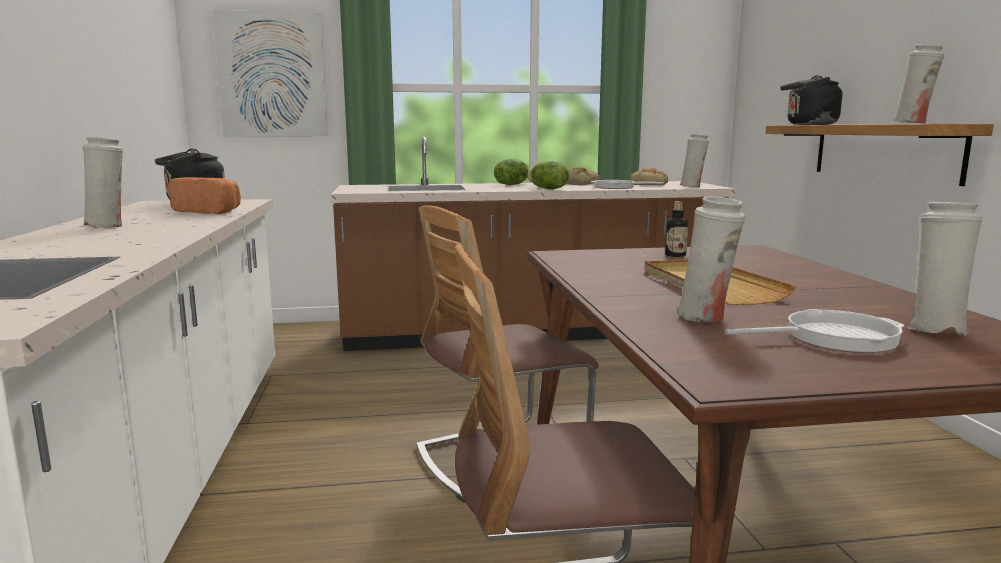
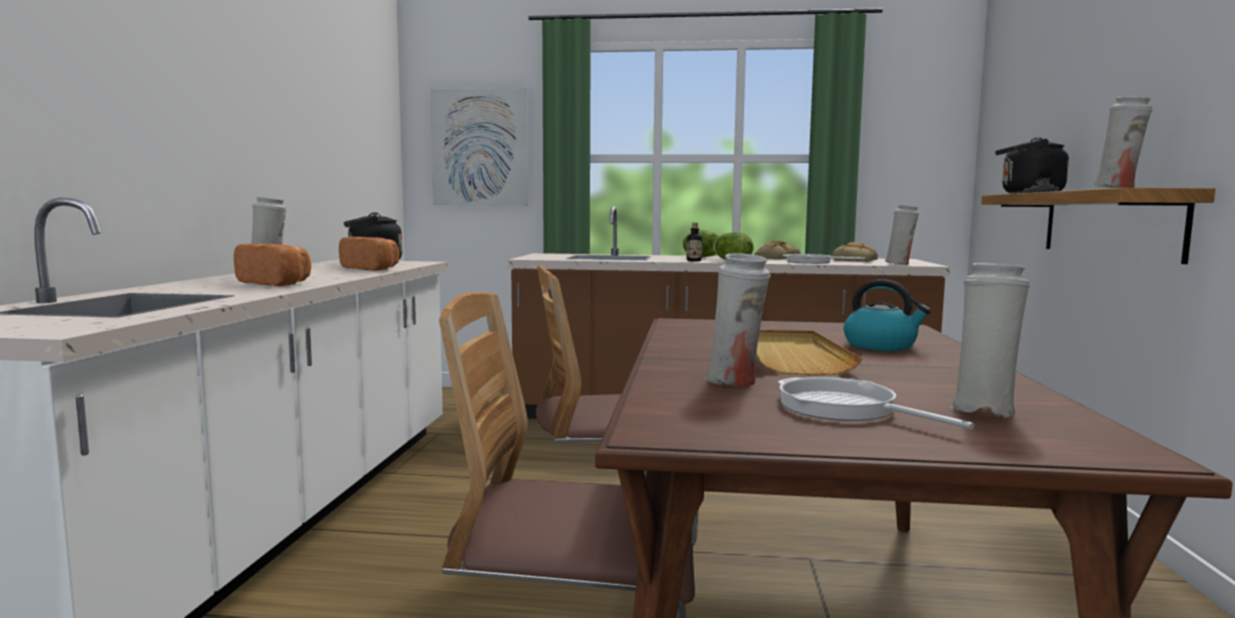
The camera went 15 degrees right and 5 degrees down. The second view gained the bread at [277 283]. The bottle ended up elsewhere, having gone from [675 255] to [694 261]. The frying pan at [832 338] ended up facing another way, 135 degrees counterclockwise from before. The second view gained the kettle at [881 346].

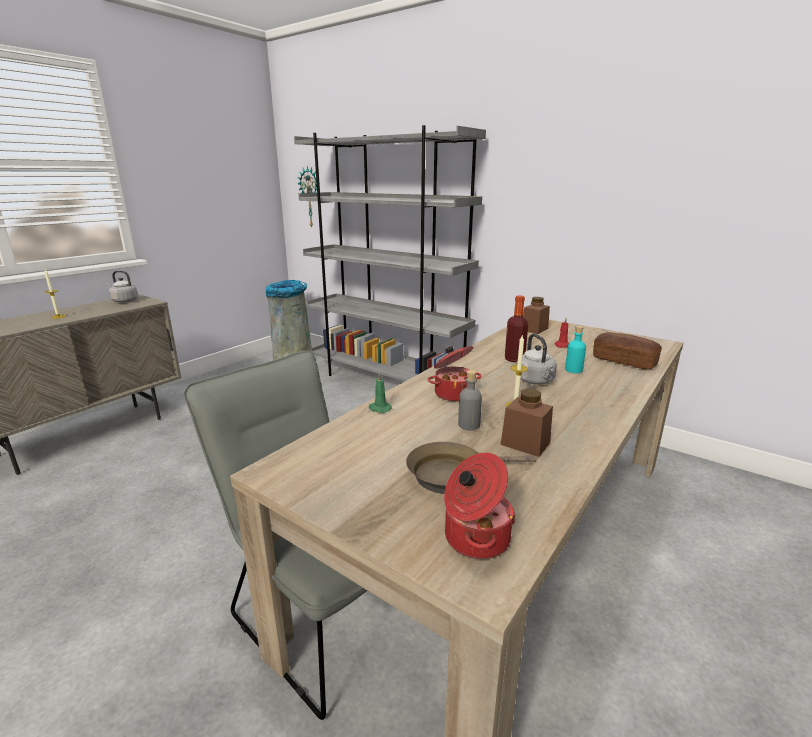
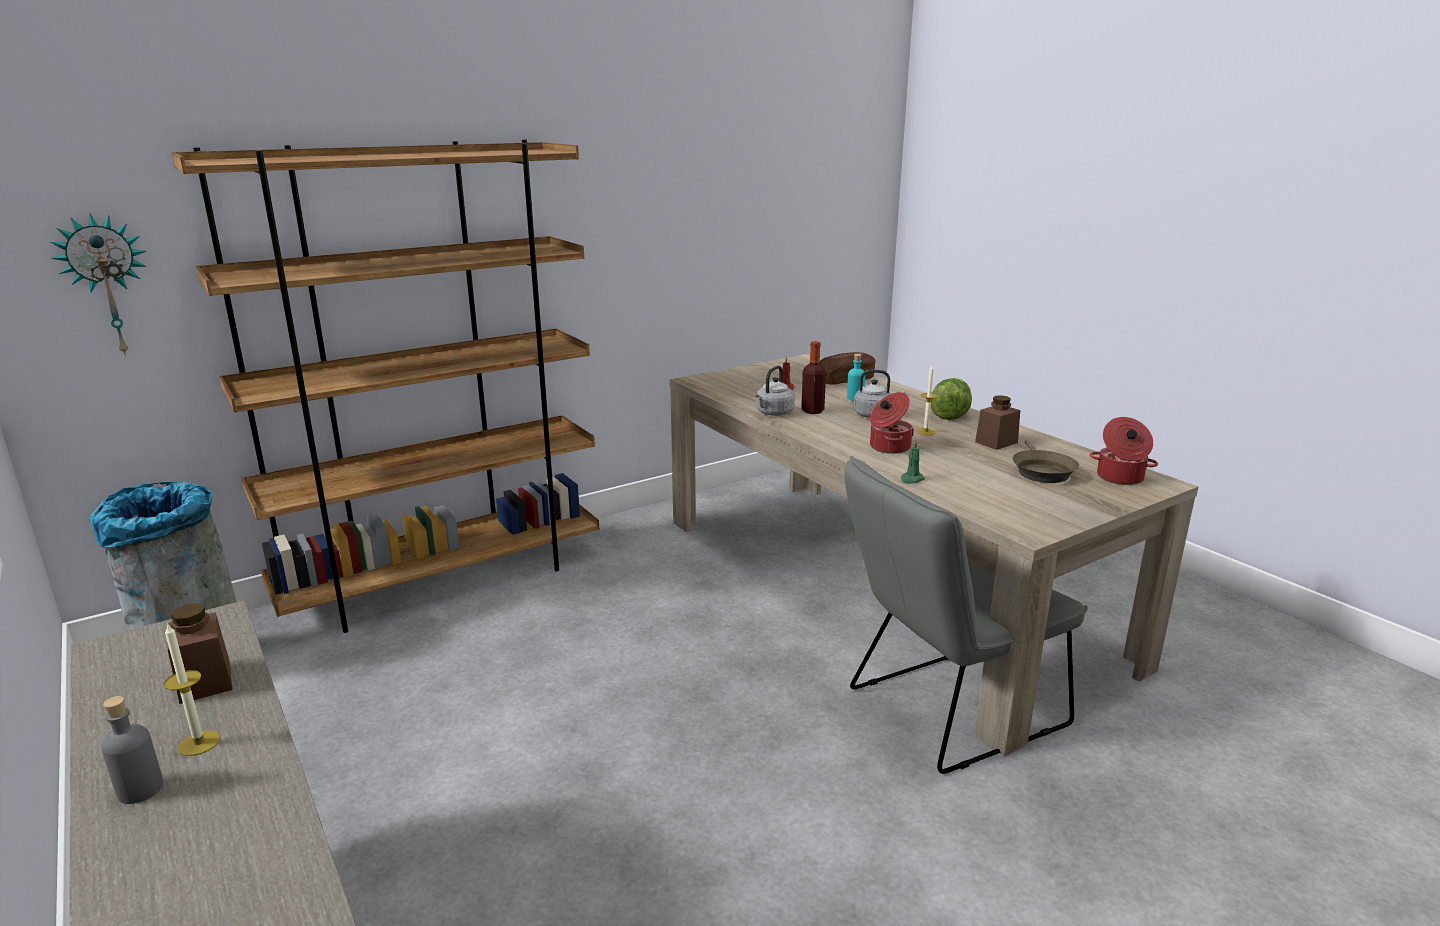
The camera went 70 degrees left and 0 degrees up. The grey bottle ended up elsewhere, having gone from [469 425] to [140 790]. The brown jar ended up elsewhere, having gone from [534 329] to [205 681]. What was the grey bookcase at [387 381] turned into the brown bookcase at [445 581]. The grey kettle ended up elsewhere, having gone from [124 301] to [773 413]. The second view gained the lettuce at [950 415].

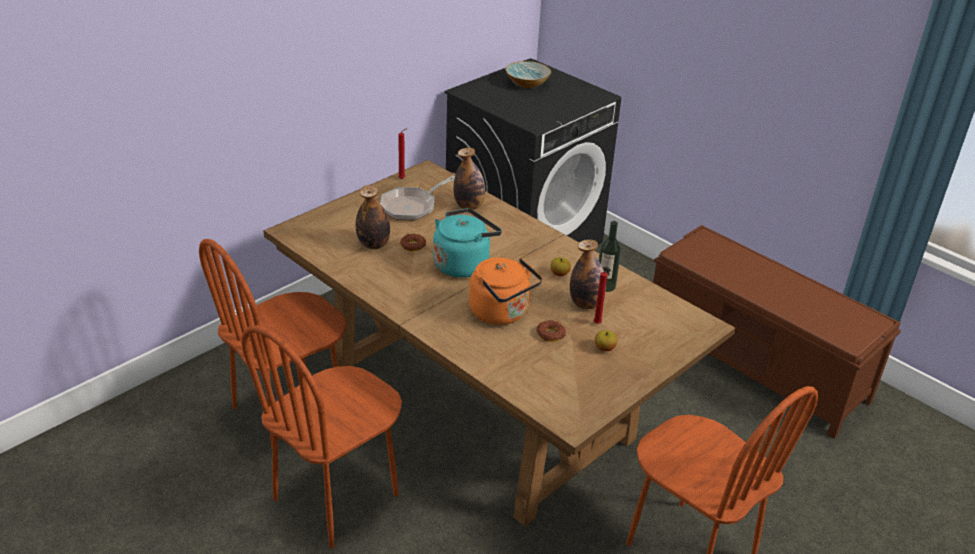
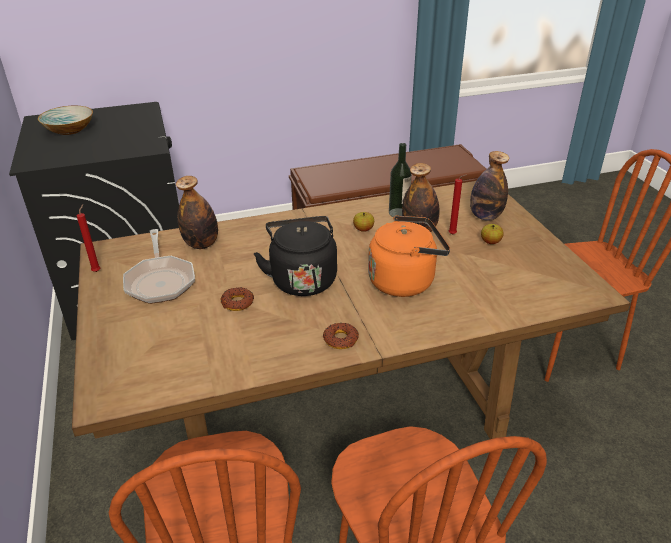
The camera went 60 degrees left and 0 degrees up. What was the turquoise kettle at [463 264] turned into the black kettle at [302 279]. The donut ended up elsewhere, having gone from [550 334] to [341 339]. The bottle ended up elsewhere, having gone from [373 244] to [485 216].

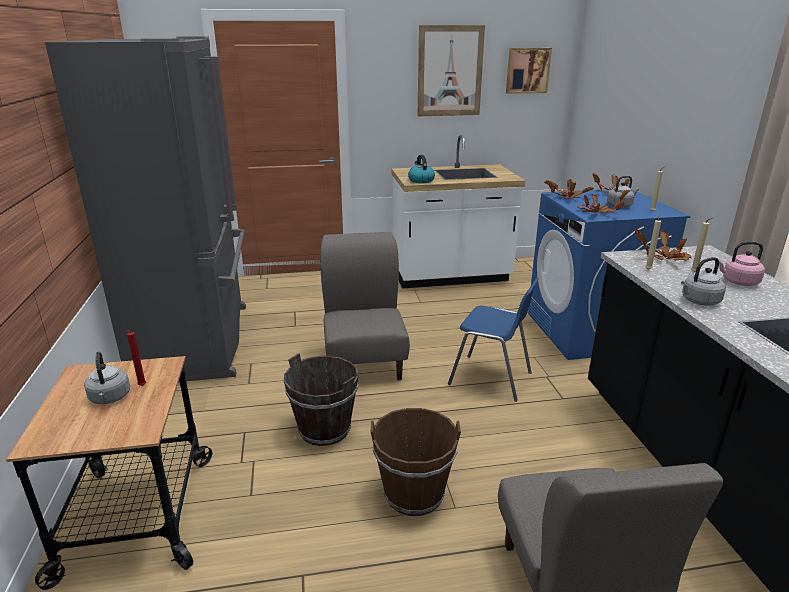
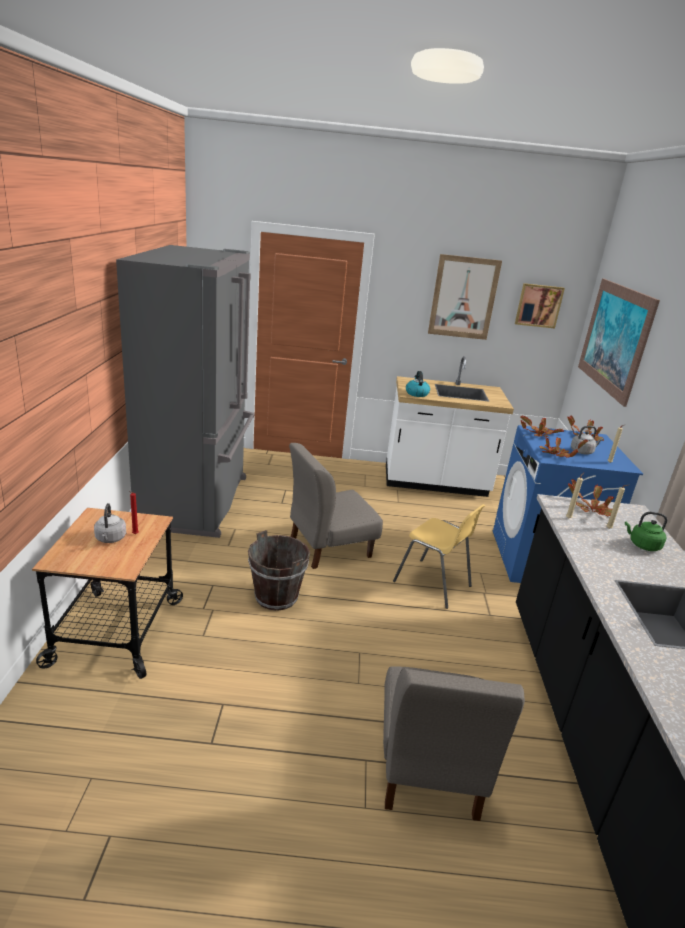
The camera went 10 degrees right and 0 degrees up. The grey chair at [365 362] ended up facing another way, 120 degrees counterclockwise from before. What was the blue chair at [491 378] turned into the yellow chair at [433 584]. The second view gained the picture at [614 338]. What was the pink kettle at [738 282] turned into the green kettle at [642 545]. The second view lost the brown bucket at [414 493]. The second view lost the grey kettle at [698 301].

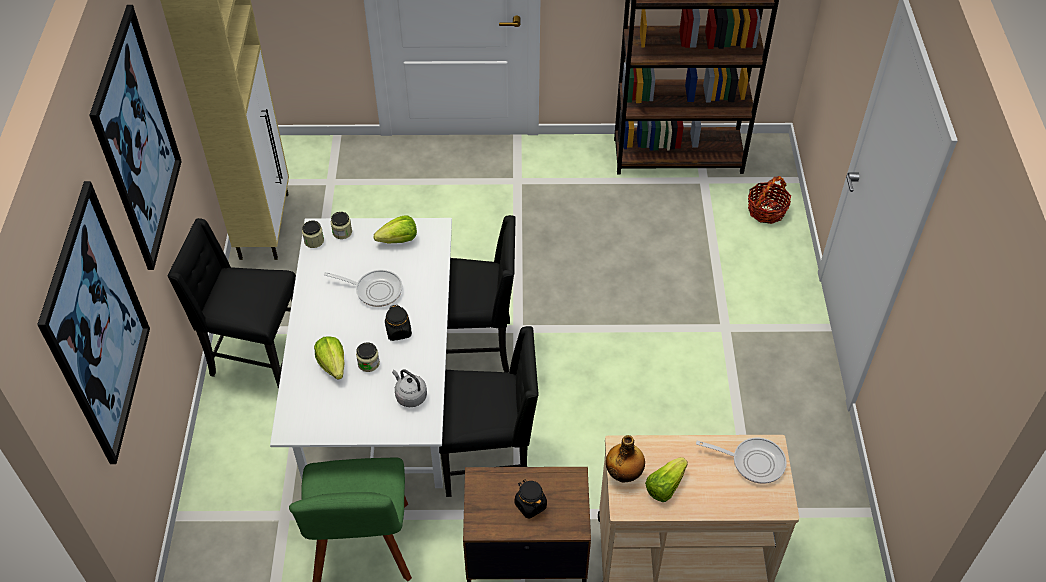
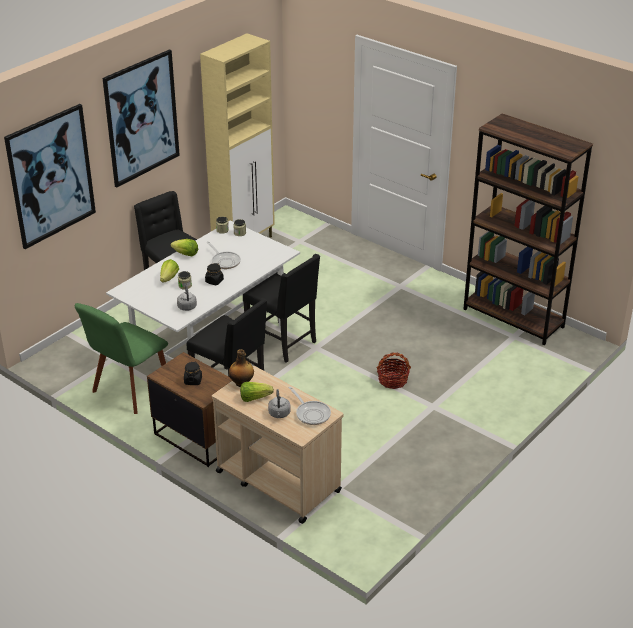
The camera went 40 degrees right and 15 degrees down. The lettuce ended up elsewhere, having gone from [398 240] to [186 254]. The second view gained the grey kettle at [279 414]. The basket ended up elsewhere, having gone from [766 211] to [392 380].

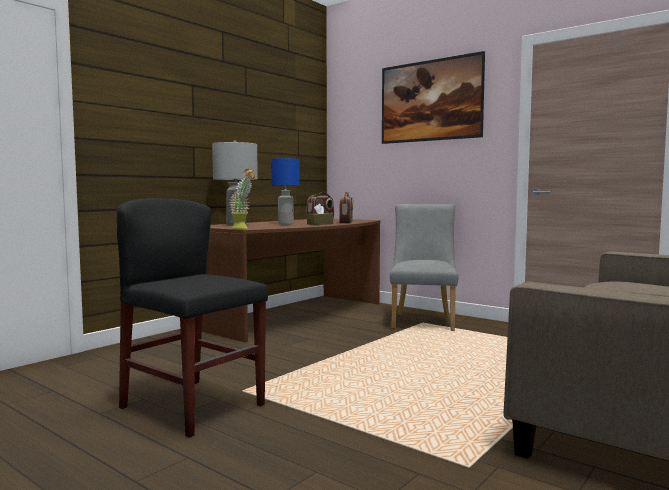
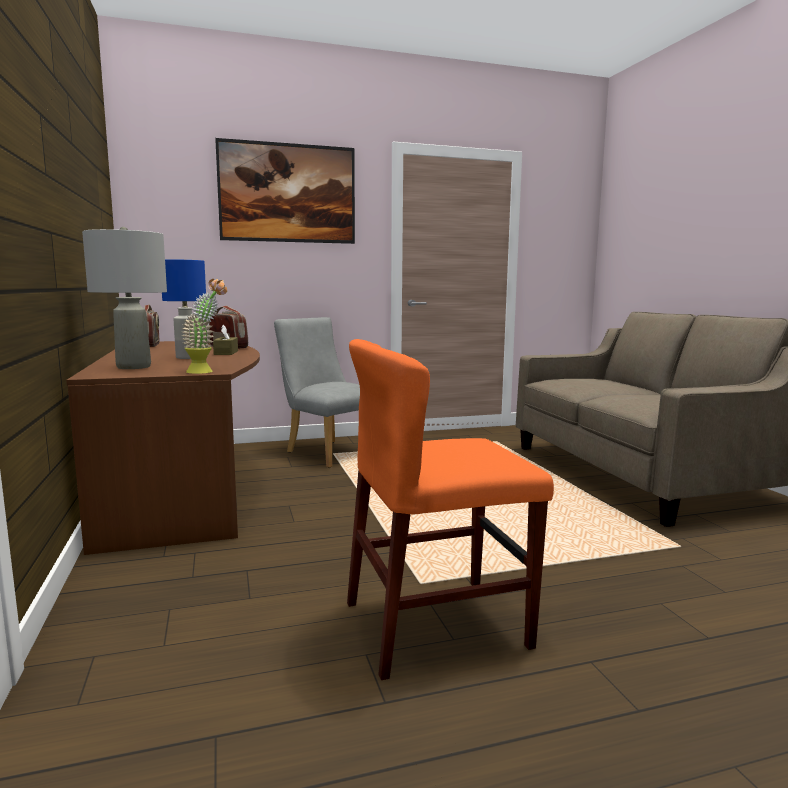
The camera went 55 degrees left and 5 degrees up. What was the black chair at [193 406] turned into the orange chair at [436 624].

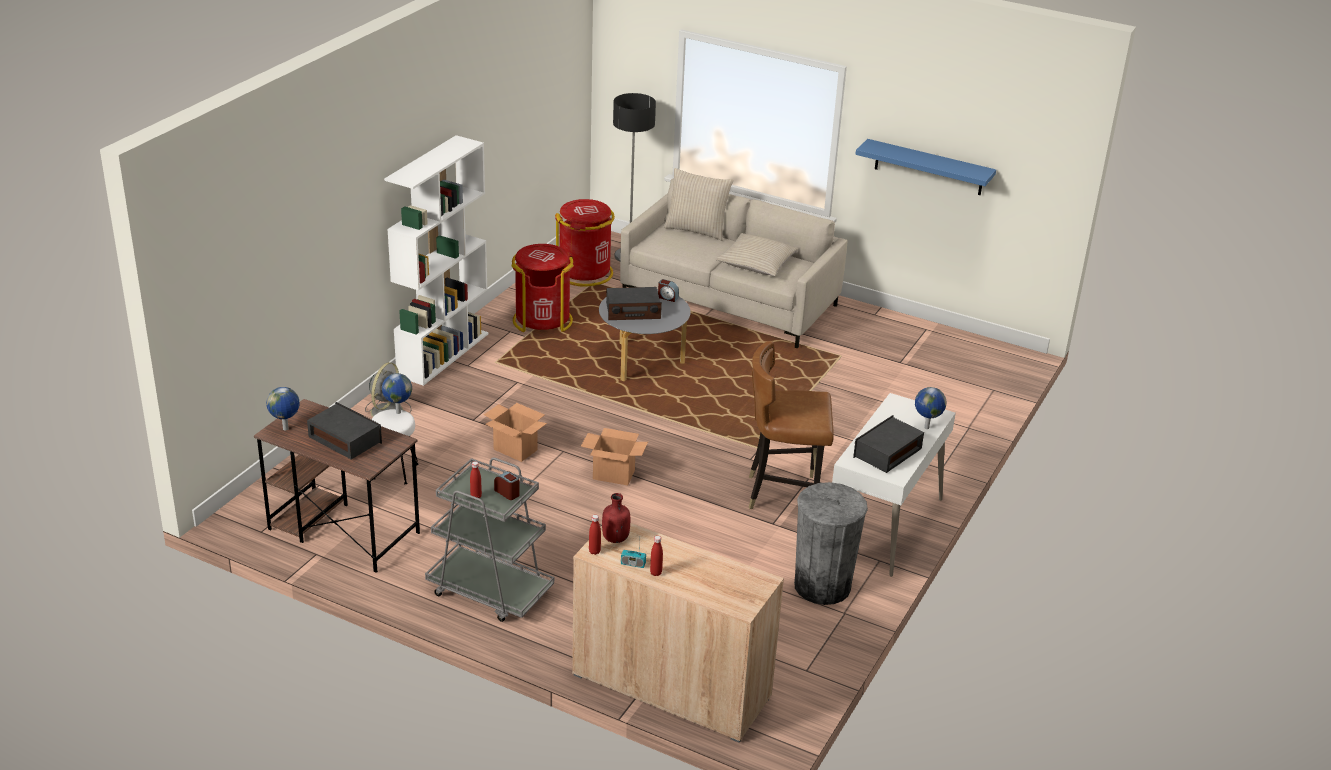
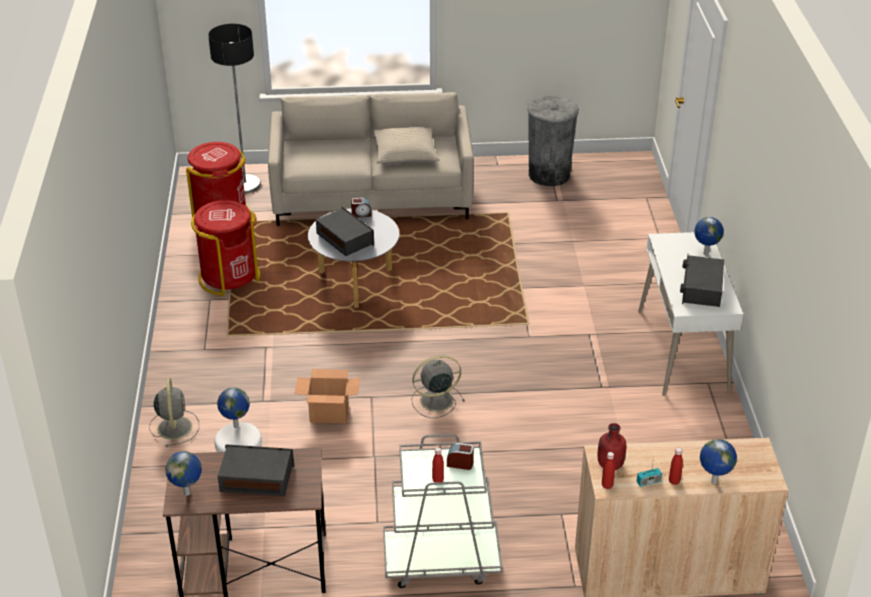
The camera went 30 degrees left and 5 degrees up. The radio at [632 311] ended up facing another way, 90 degrees counterclockwise from before. Where the cardboard box stood at [613 475], the grey fan came to stand at [435 400]. The grey trash can ended up elsewhere, having gone from [822 586] to [549 175]. The second view gained the globe at [713 482]. The second view lost the white bookcase at [443 354]. The second view lost the beige pillow at [696 230]. The second view lost the brown chair at [784 494]. The second view lost the blue shelf at [929 167].

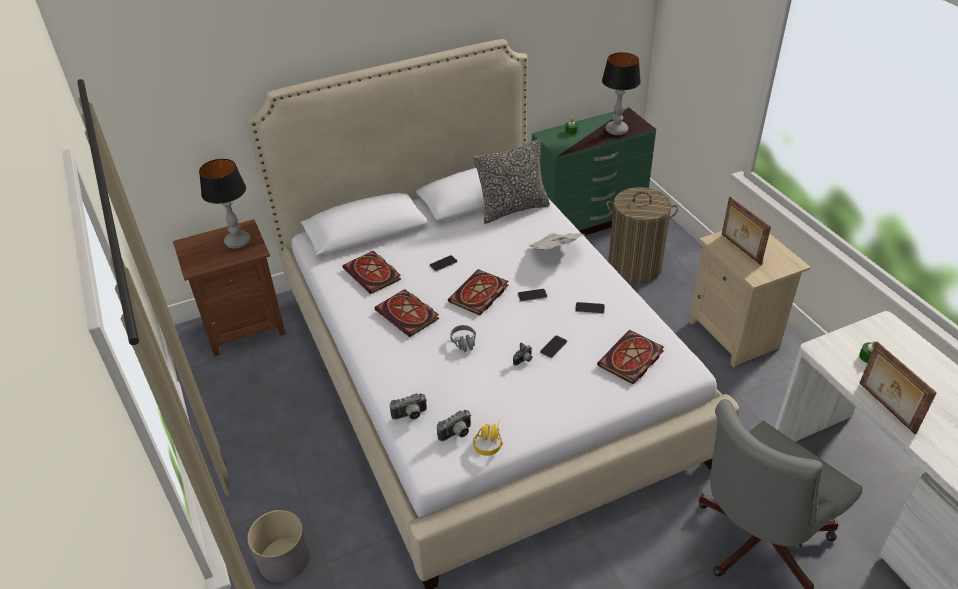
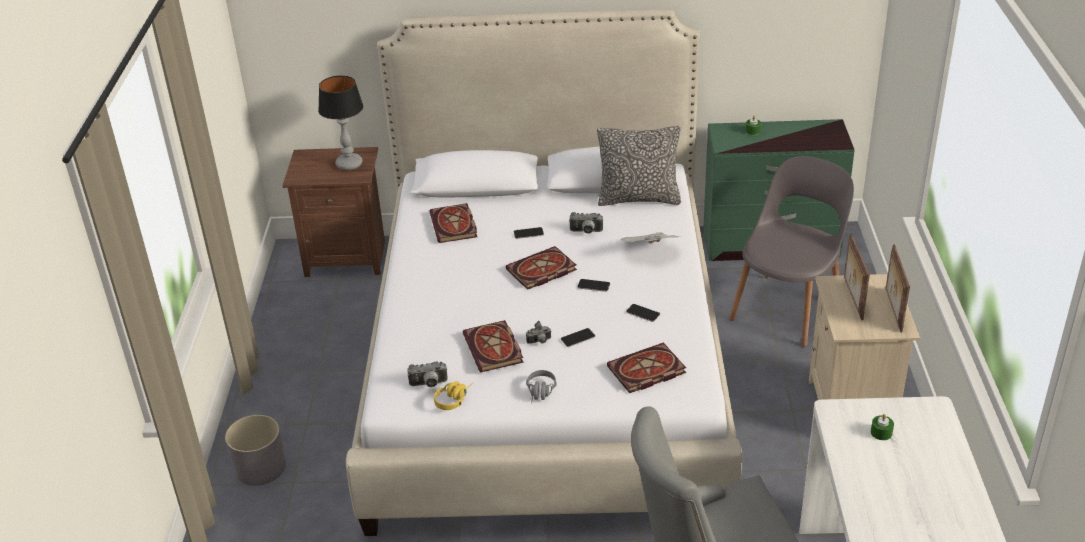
The camera went 25 degrees right and 5 degrees down. The book ended up elsewhere, having gone from [409 315] to [495 349]. The grey headphones ended up elsewhere, having gone from [465 345] to [540 393]. The photo camera ended up elsewhere, having gone from [410 416] to [586 232]. Where the laundry basket stood at [634 267], the grey chair came to stand at [788 307]. The picture frame ended up elsewhere, having gone from [885 408] to [892 310]. The second view lost the table lamp at [616 130].

